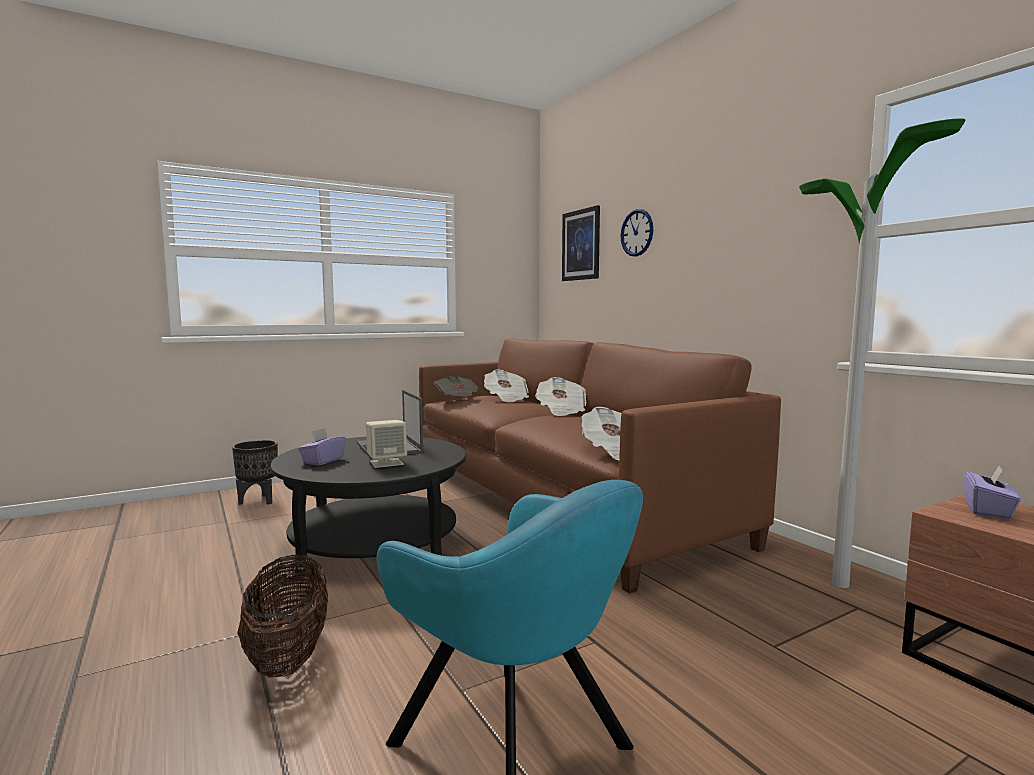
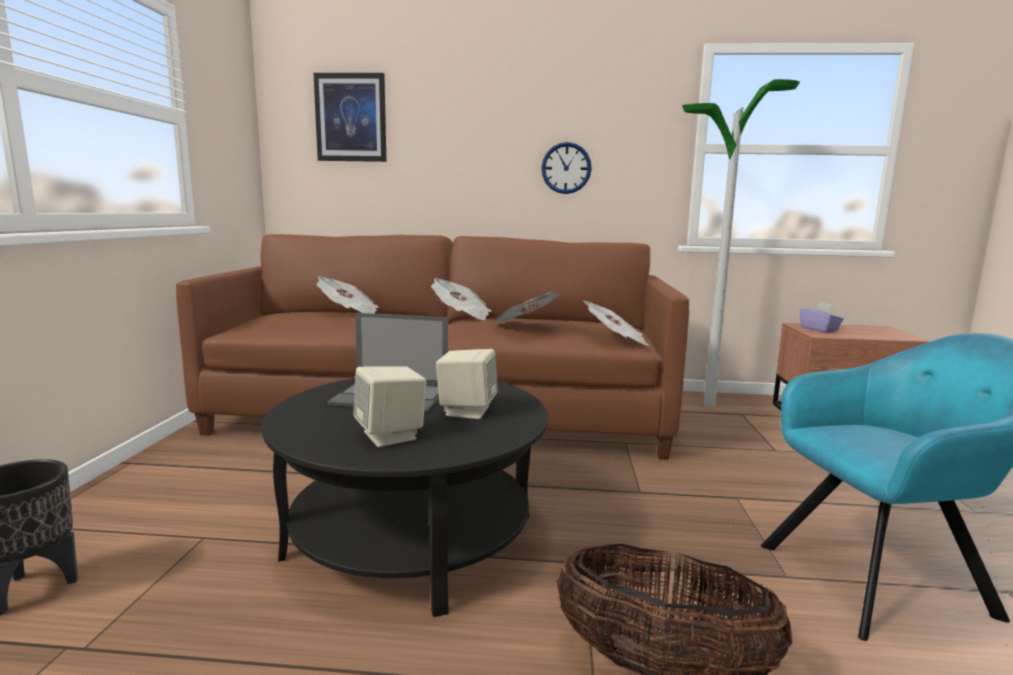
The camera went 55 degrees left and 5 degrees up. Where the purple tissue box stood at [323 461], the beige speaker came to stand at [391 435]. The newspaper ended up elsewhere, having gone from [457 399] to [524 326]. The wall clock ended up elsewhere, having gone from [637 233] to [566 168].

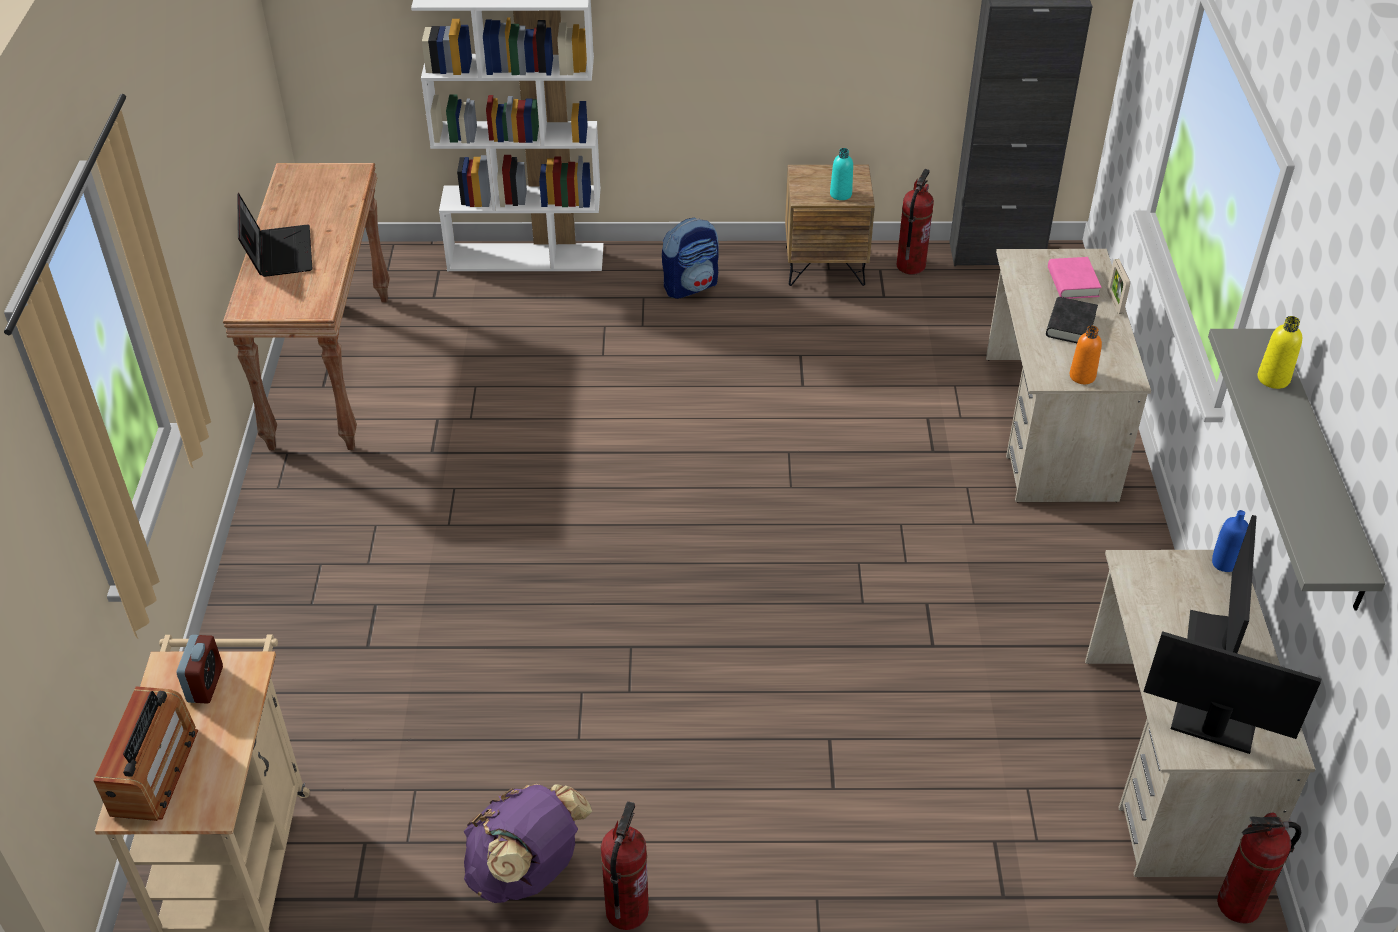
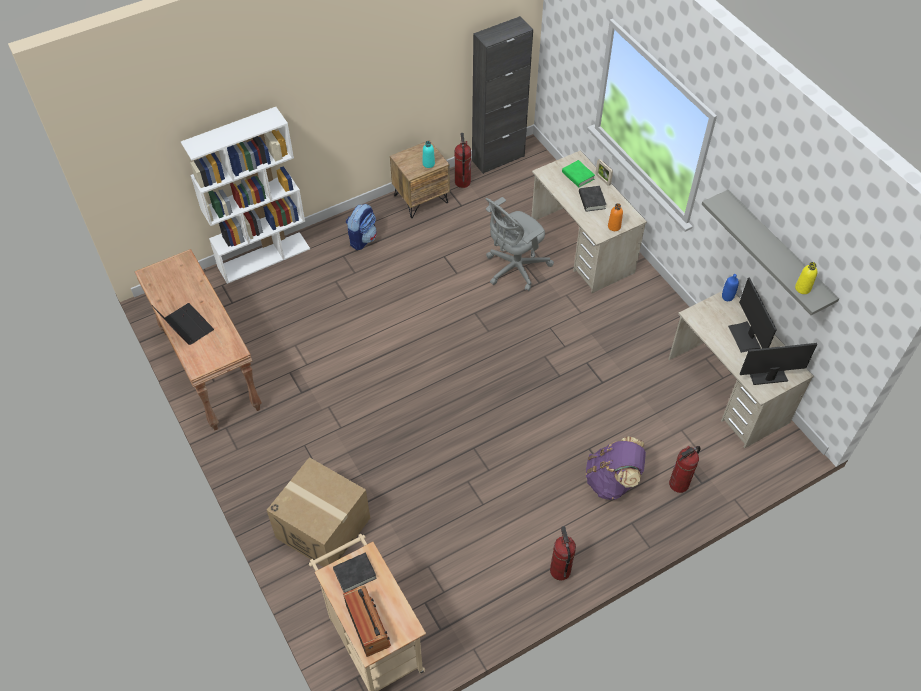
The camera went 30 degrees left and 10 degrees up. The second view gained the cardboard box at [323 528]. Where the alarm clock stood at [205 684], the black book came to stand at [355 574]. The second view gained the grey office chair at [514 269]. What was the pink book at [1072 282] turned into the green book at [578 176]. The purple backpack ended up elsewhere, having gone from [527 871] to [612 481]. The fire extinguisher ended up elsewhere, having gone from [1239 905] to [679 484]. The yellow bottle ended up elsewhere, having gone from [1273 379] to [802 288].

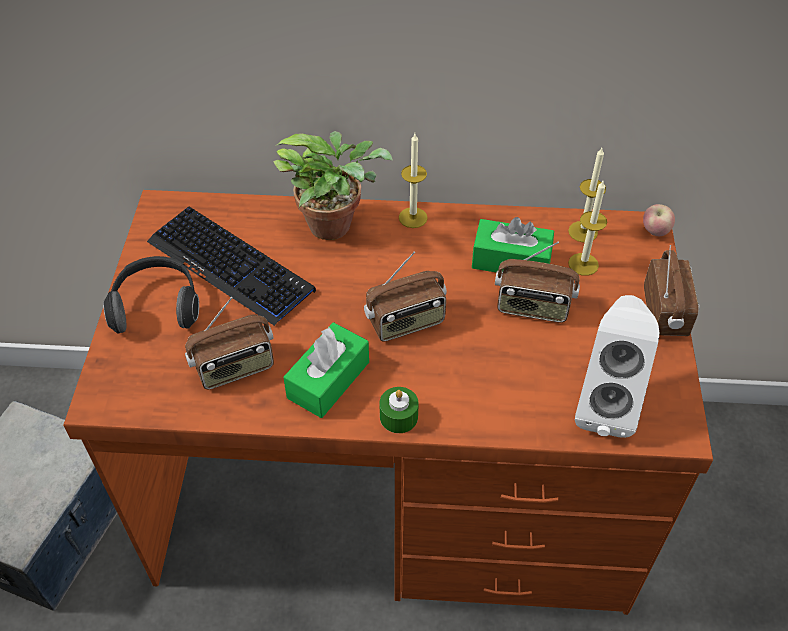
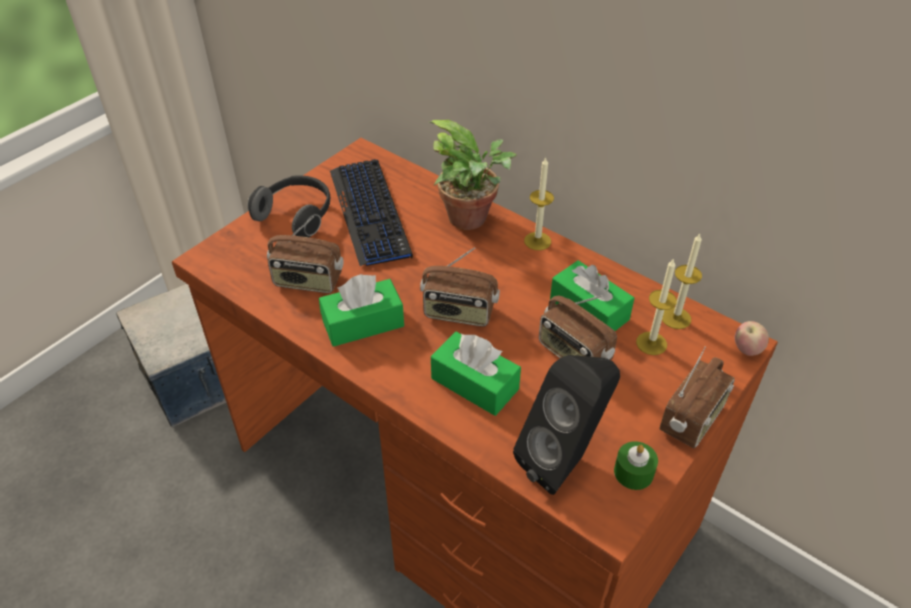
The camera went 35 degrees right and 5 degrees down. The second view gained the green tissue box at [474 384]. What was the white speaker at [605 404] turned into the black speaker at [564 461]. The green candle ended up elsewhere, having gone from [398 417] to [633 472].

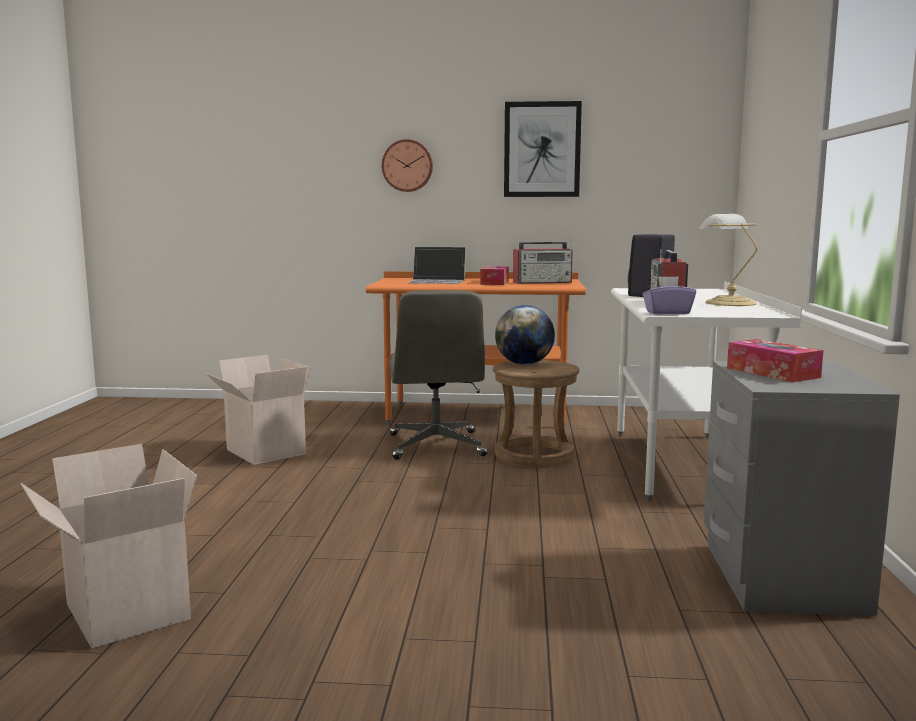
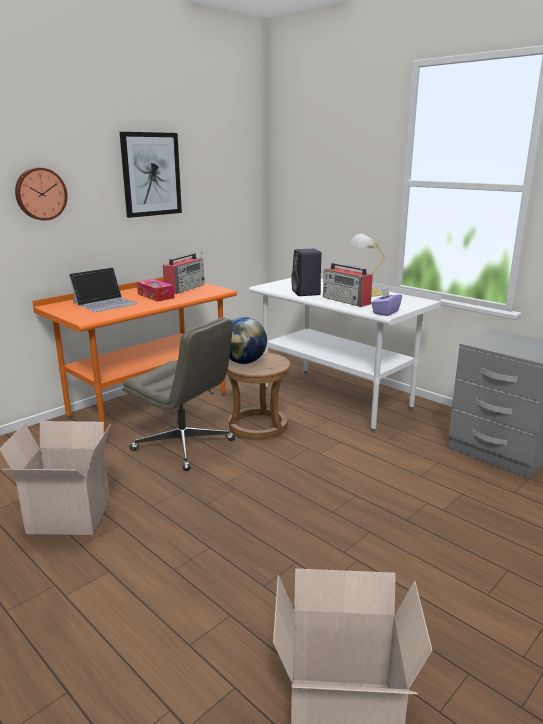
The camera went 50 degrees left and 10 degrees up. The second view lost the tissue box at [772 373].

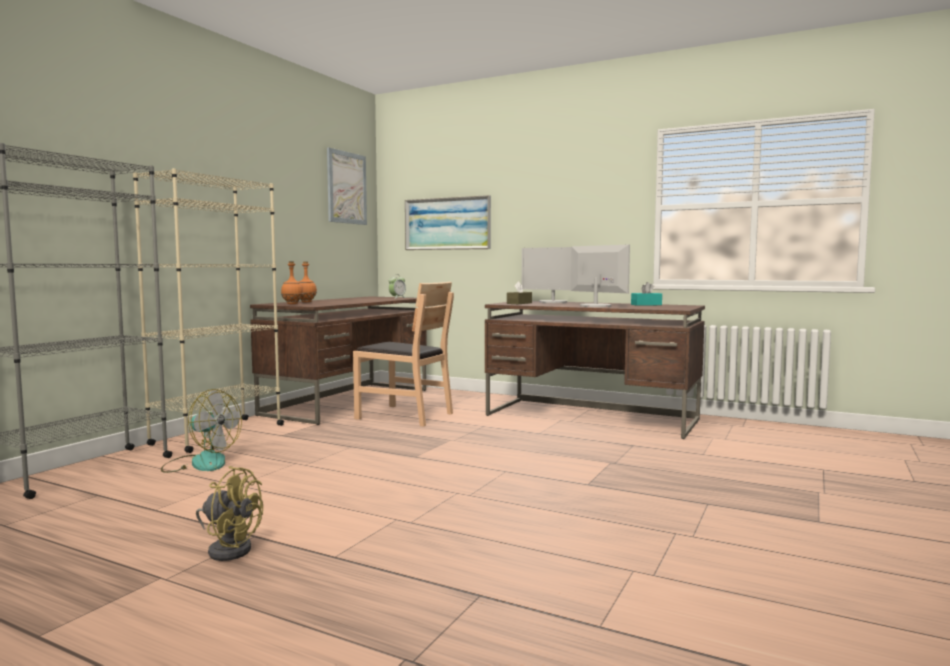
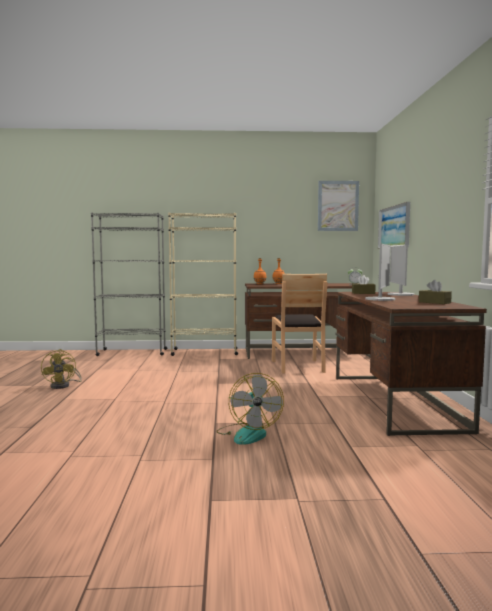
The camera went 60 degrees right and 0 degrees up. The fan ended up elsewhere, having gone from [200 463] to [248 433]. What was the turquoise tissue box at [646 305] turned into the brown tissue box at [434 302].

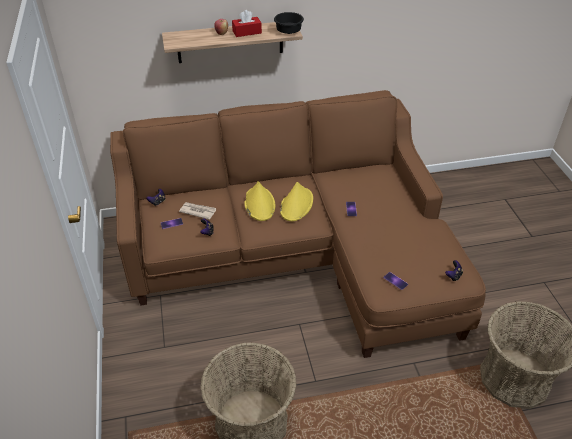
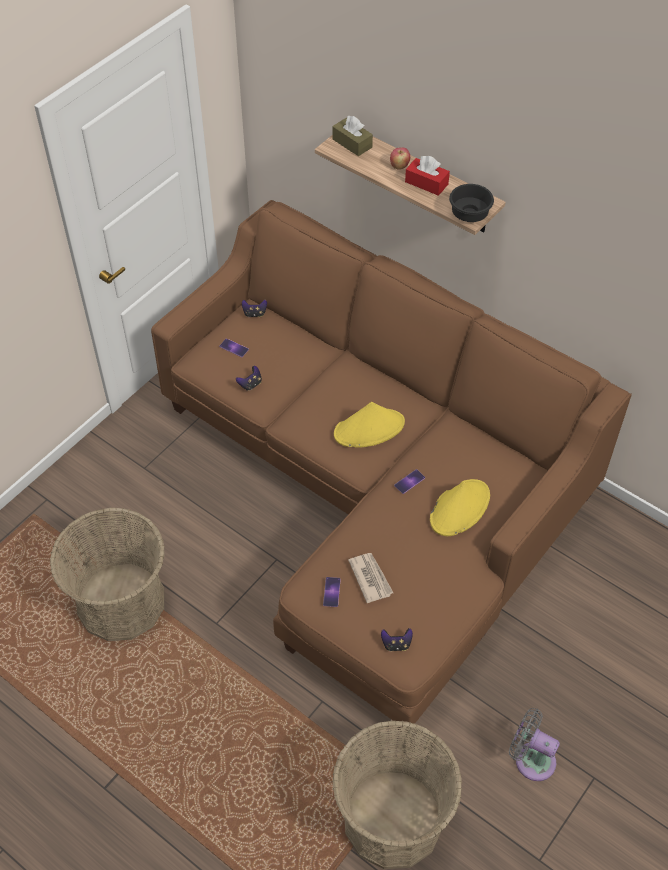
The camera went 50 degrees right and 10 degrees up. The second view gained the brown tissue box at [352 143]. The newspaper ended up elsewhere, having gone from [197 211] to [370 578]. The yellow hat ended up elsewhere, having gone from [259 204] to [460 508]. The second view gained the grey fan at [531 759].

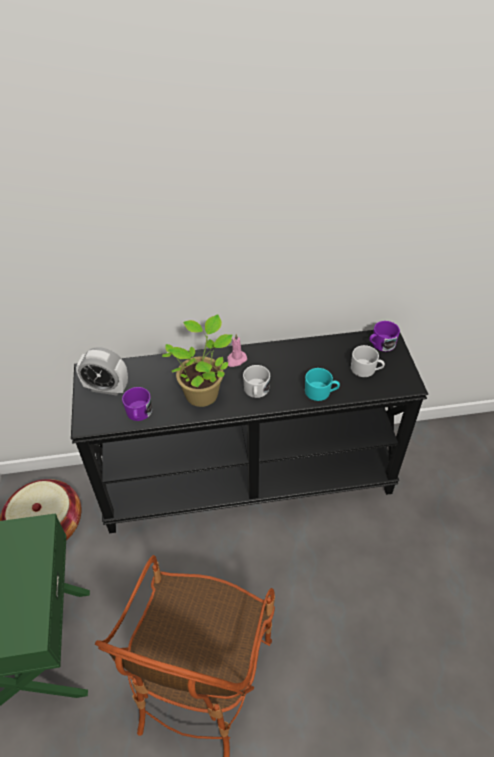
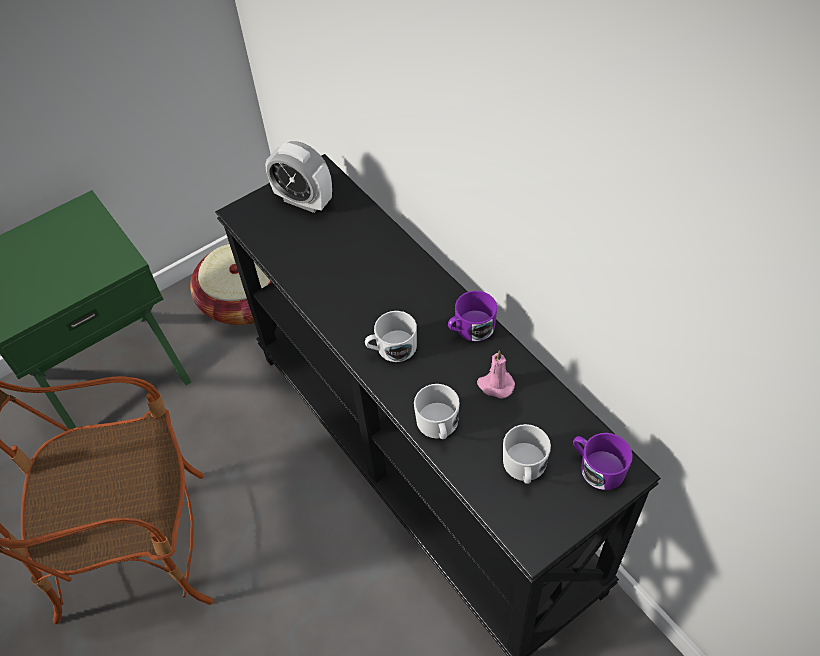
The camera went 65 degrees right and 5 degrees up. The alarm clock at [106 388] ended up facing another way, 45 degrees counterclockwise from before. What was the turquoise mug at [321 392] turned into the white mug at [438 425]. The purple mug ended up elsewhere, having gone from [139 414] to [470 328]. The pink candle ended up elsewhere, having gone from [236 360] to [495 385]. The second view lost the potted plant at [203 392].

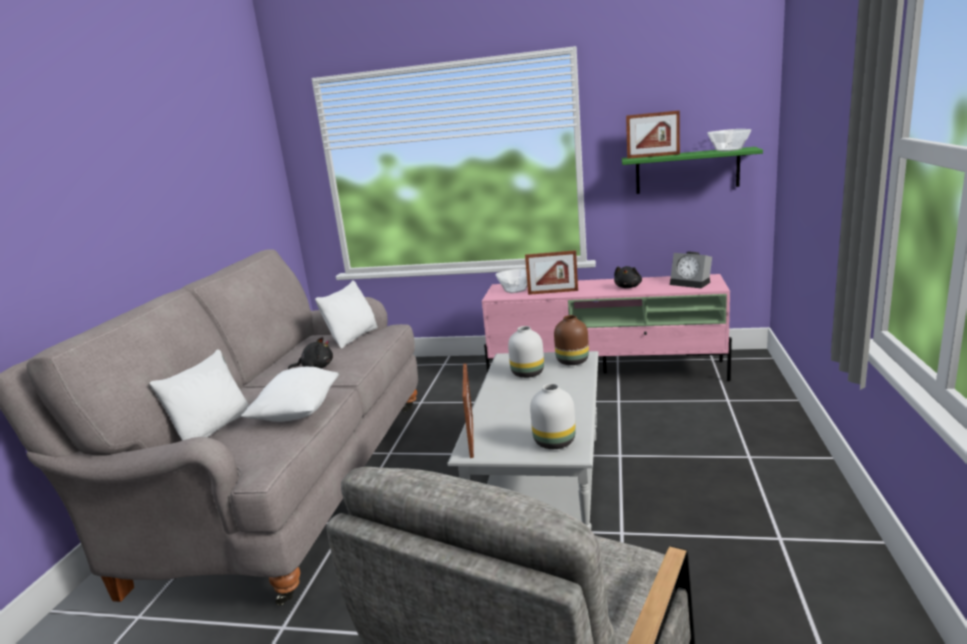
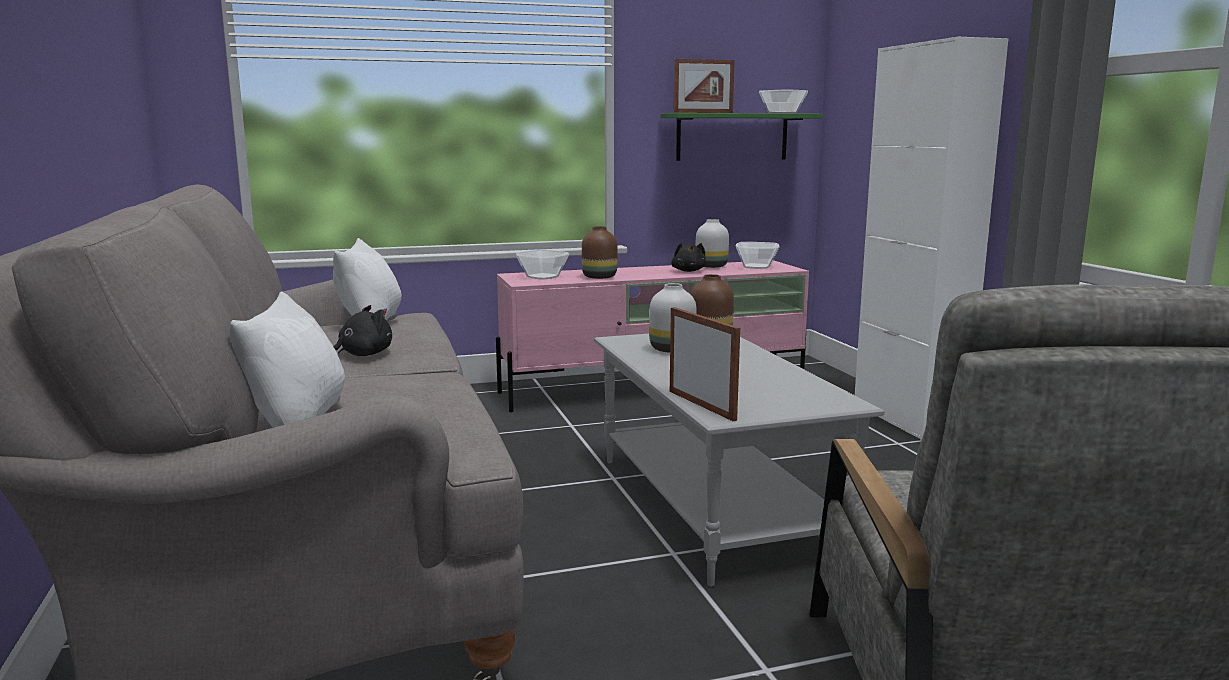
The camera went 30 degrees left and 5 degrees down. Where the picture frame stood at [553 292], the brown vase came to stand at [600 277]. The white vase ended up elsewhere, having gone from [554 443] to [712 266]. Where the alarm clock stood at [691 283], the bowl came to stand at [757 266]. The second view gained the white cabinet at [907 420]. The second view lost the white pillow at [297 412].

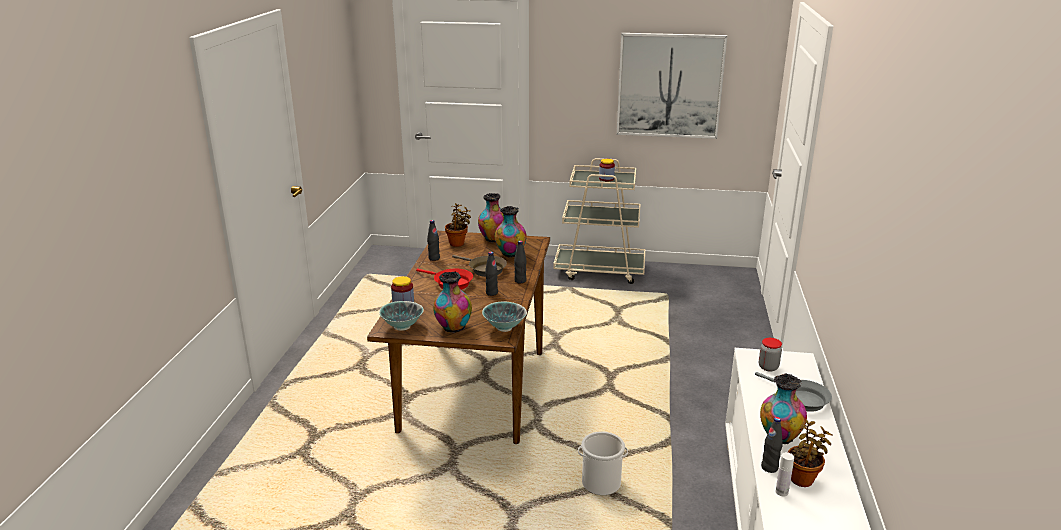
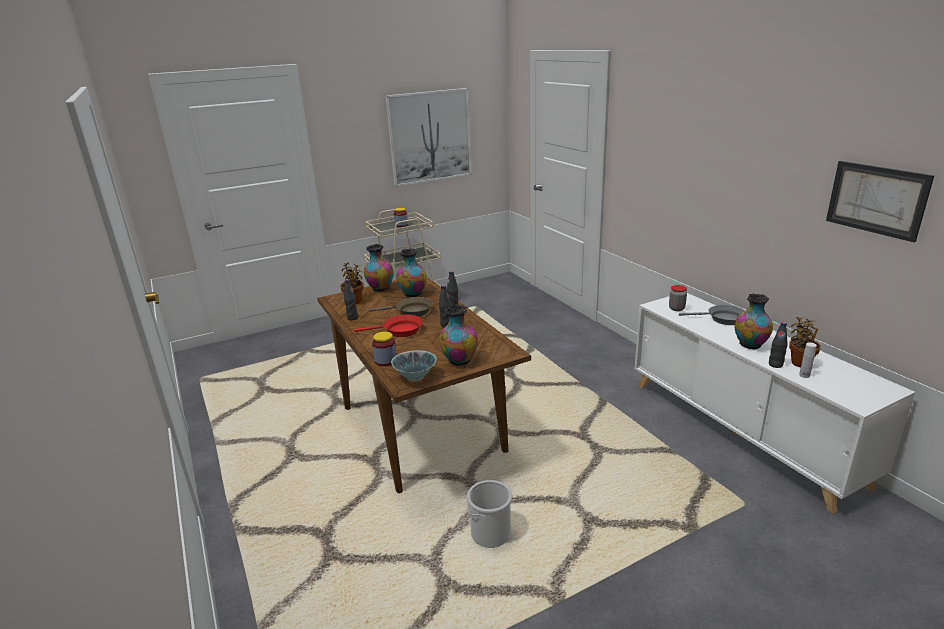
The camera went 35 degrees left and 0 degrees up. The bucket ended up elsewhere, having gone from [601 483] to [491 533]. The second view gained the picture at [876 199]. The second view lost the bowl at [504 328].

